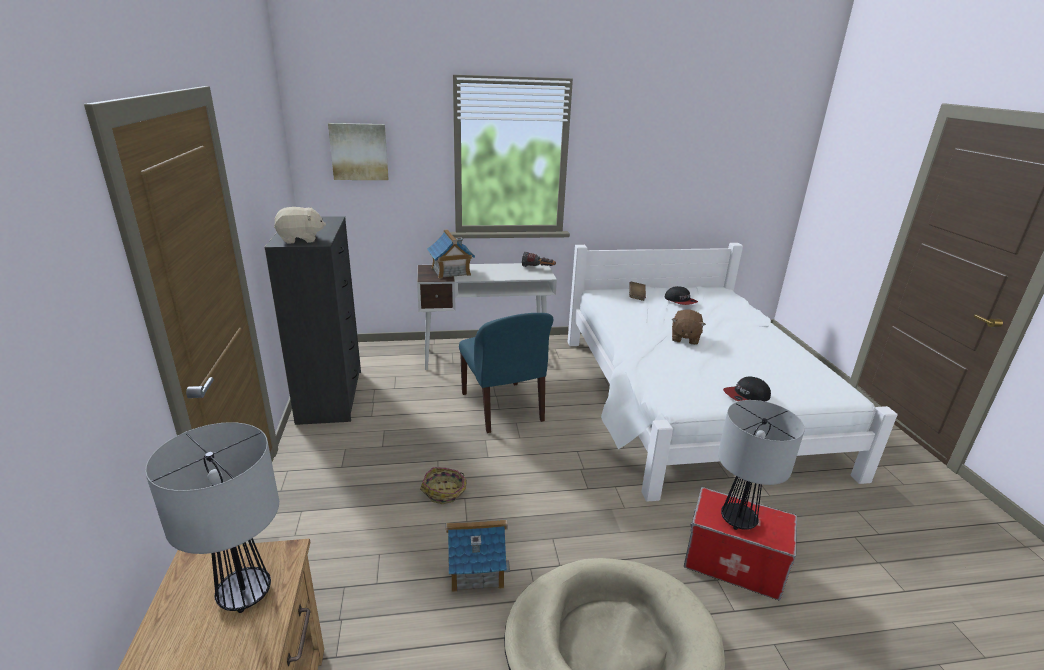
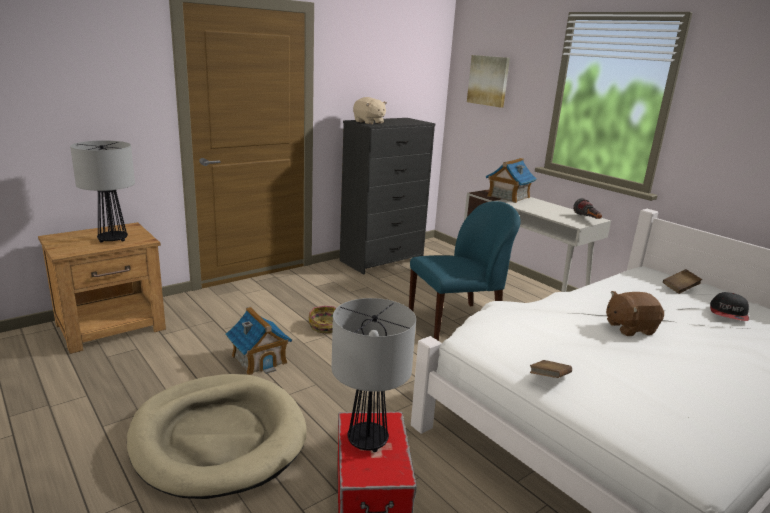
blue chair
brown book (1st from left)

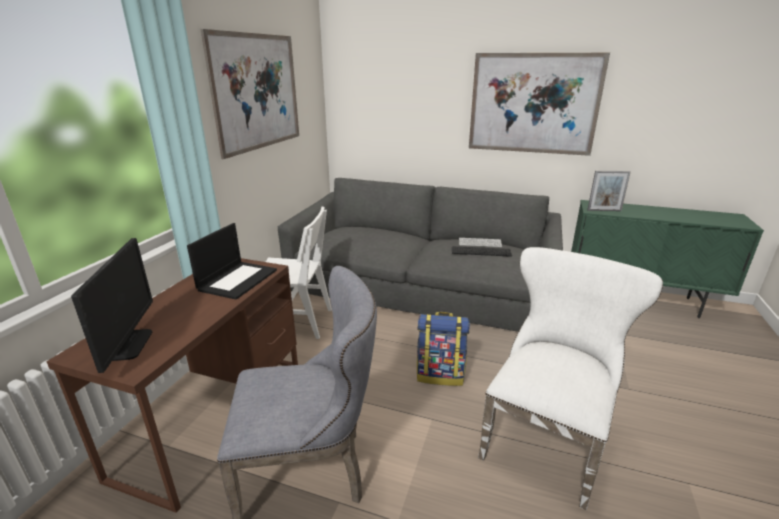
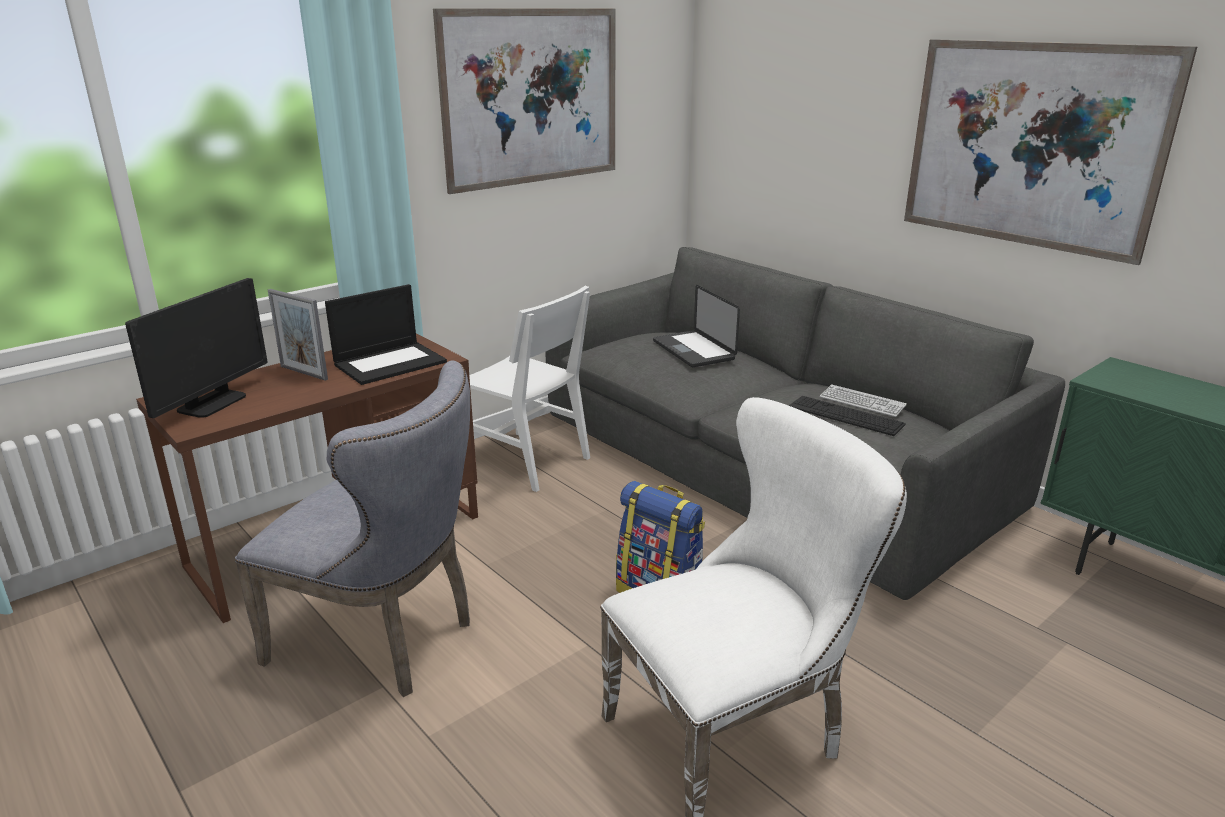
picture frame
laptop (2nd from left)

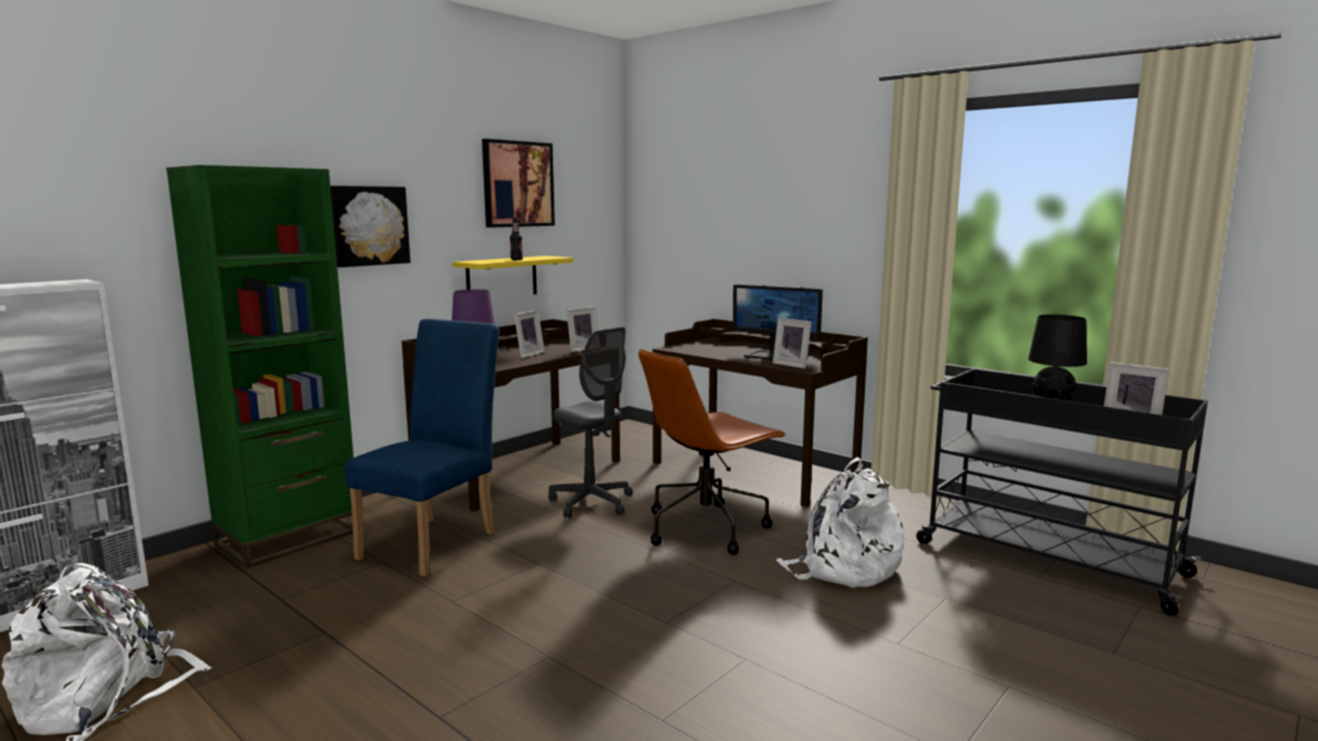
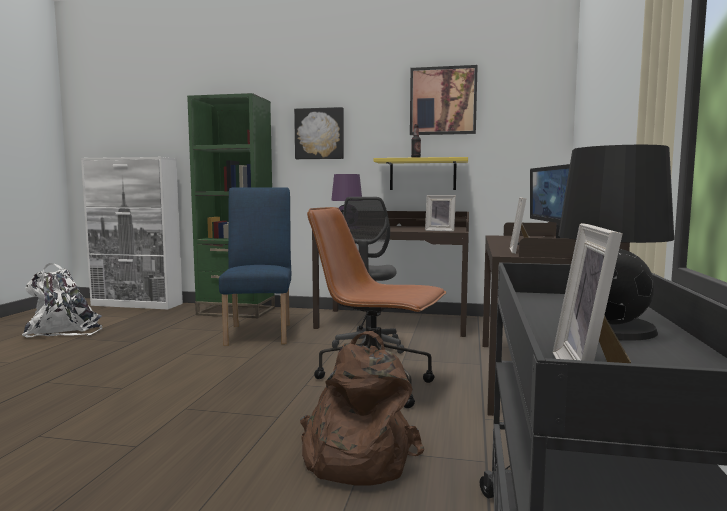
picture frame (1st from left in the first image)
blue chair
brown backpack

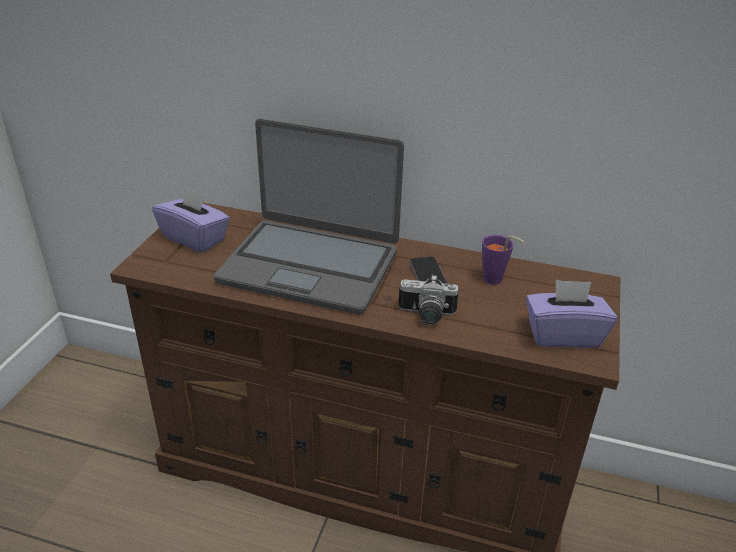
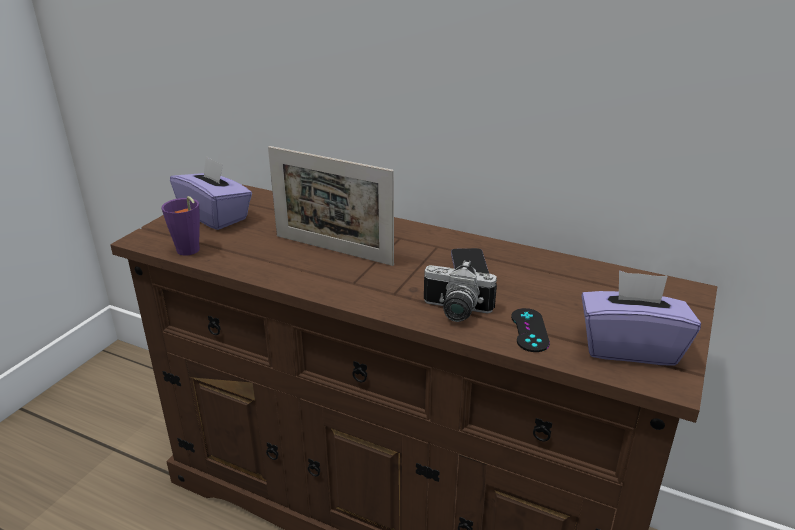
picture frame
purple cup
black game controller

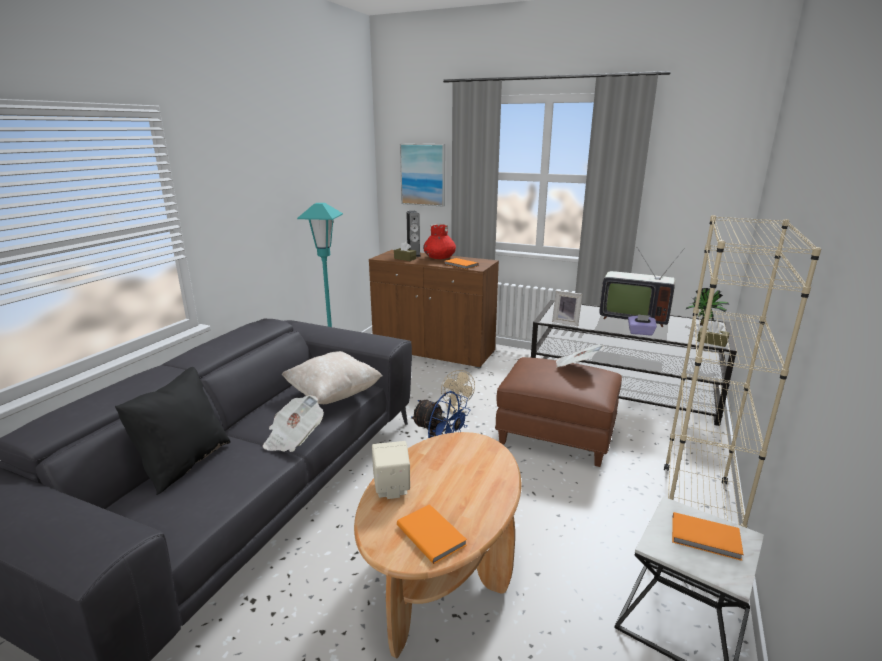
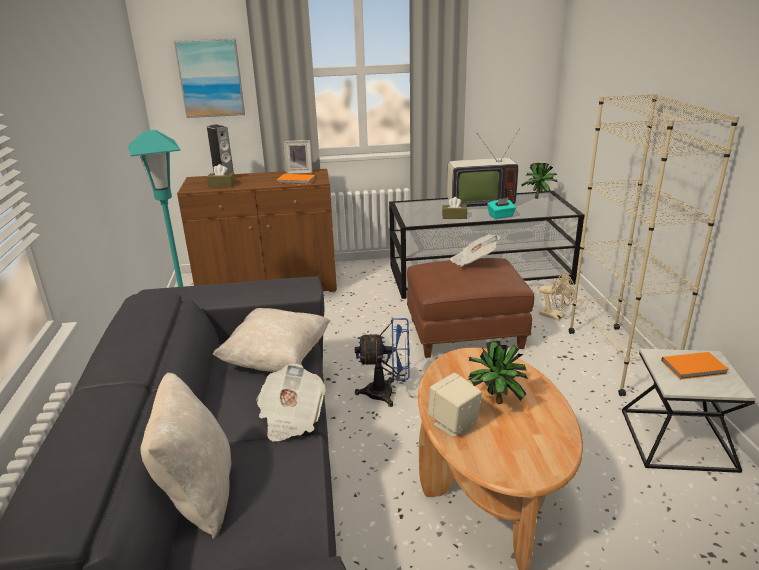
red vase
picture frame
turquoise tissue box
brown tissue box (2nd from left)
beige pillow (1st from left)
beige fan
orange book (1st from left in the first image)
potted plant (1st from left)

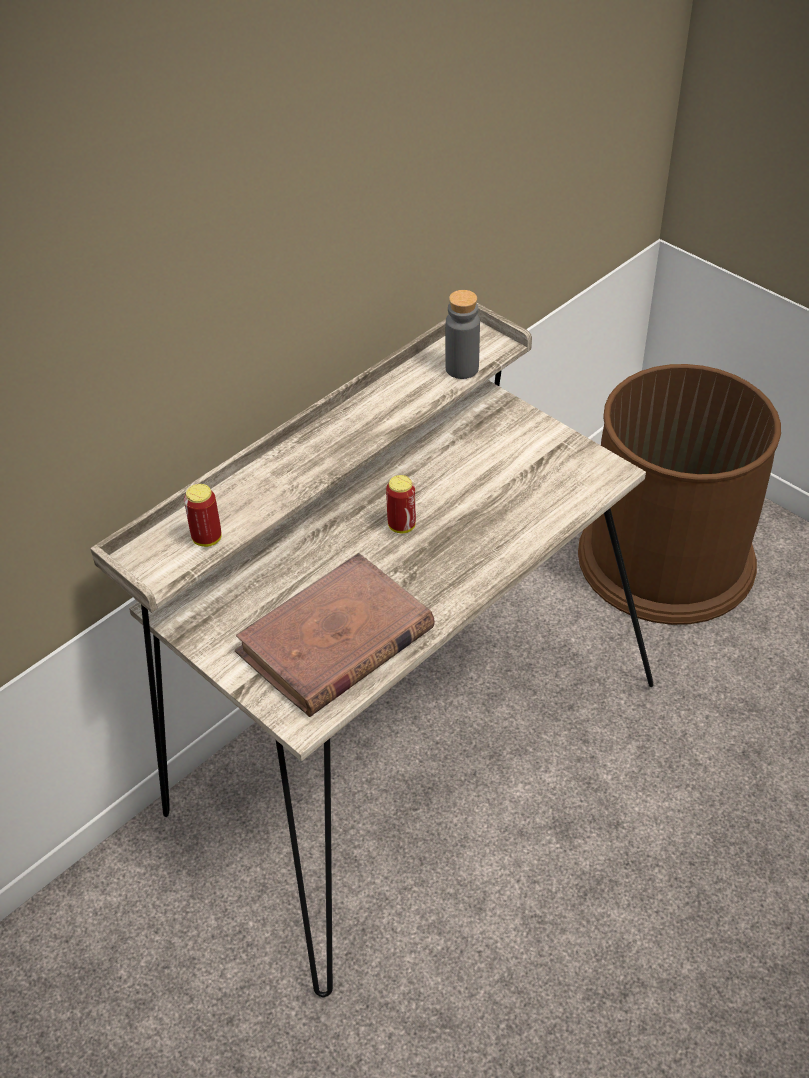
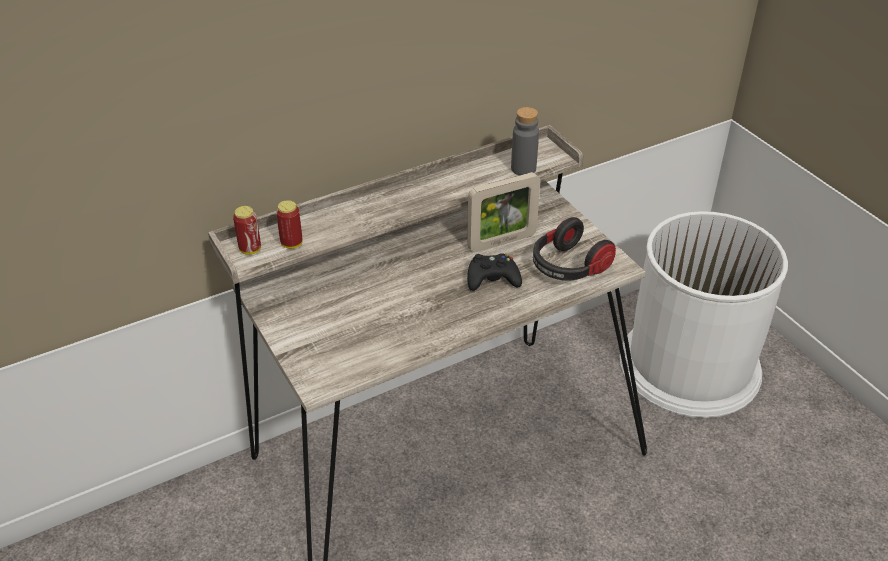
white trash can
can (1st from left)
brown book
picture frame
headphones
black game controller

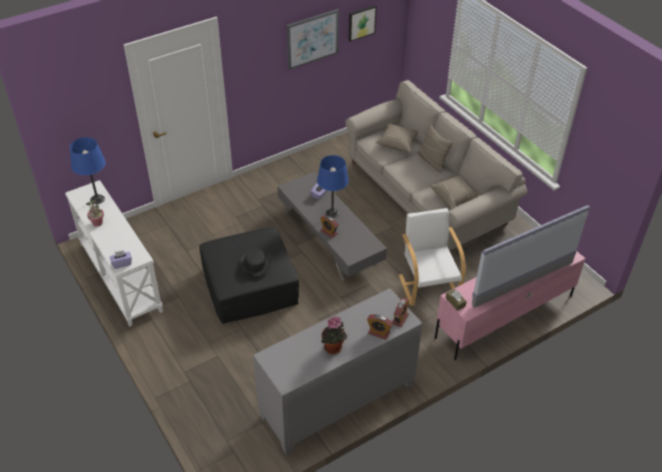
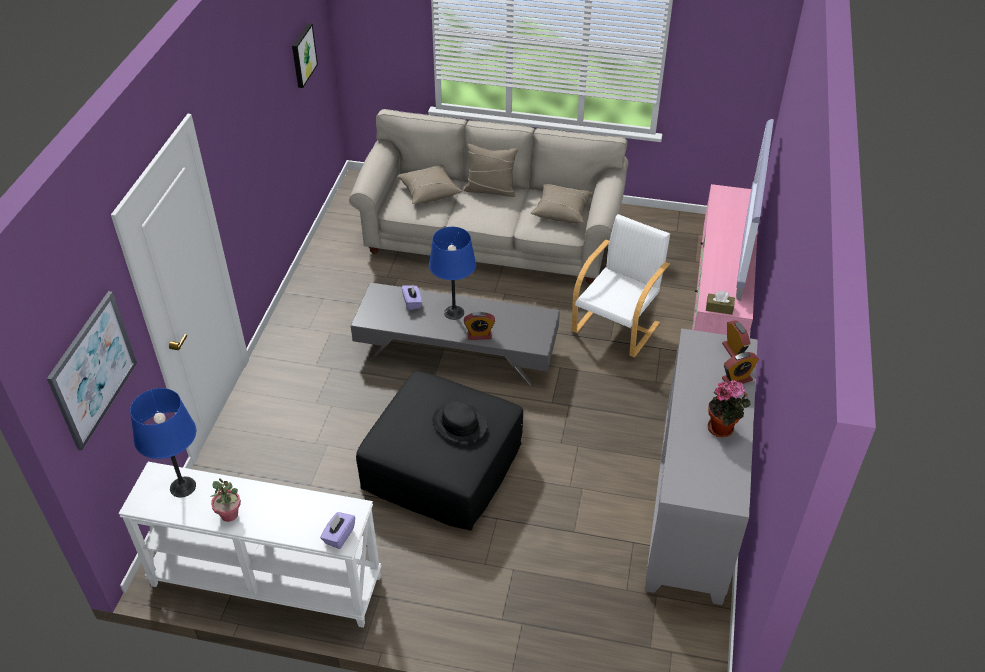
picture (1st from left)
white armchair

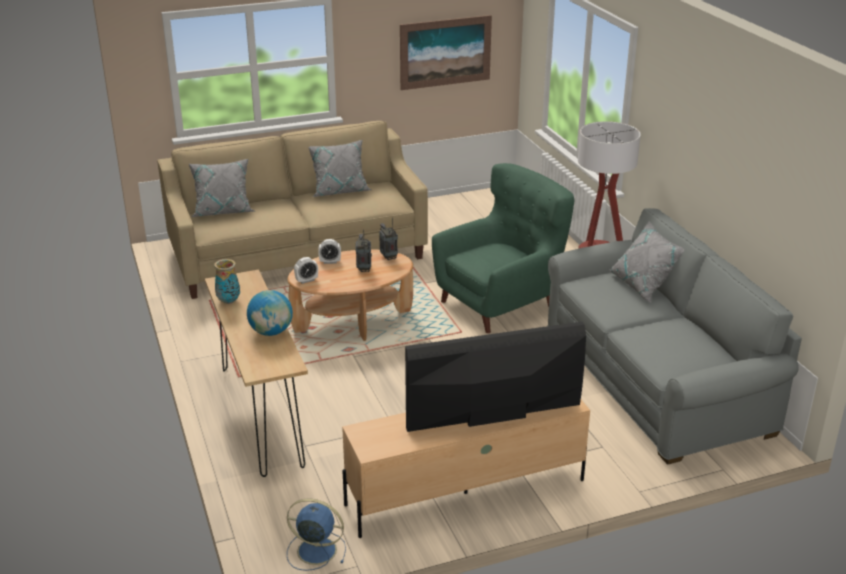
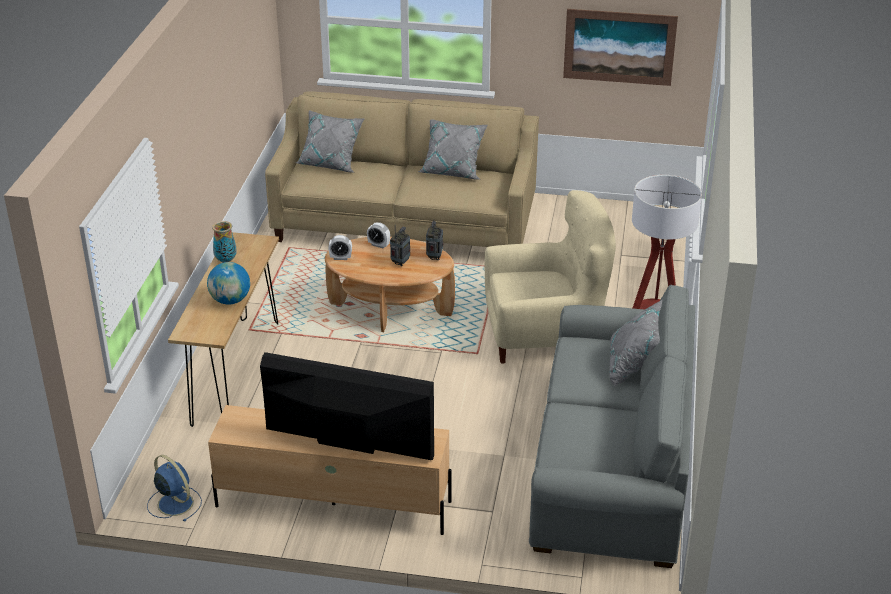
beige armchair

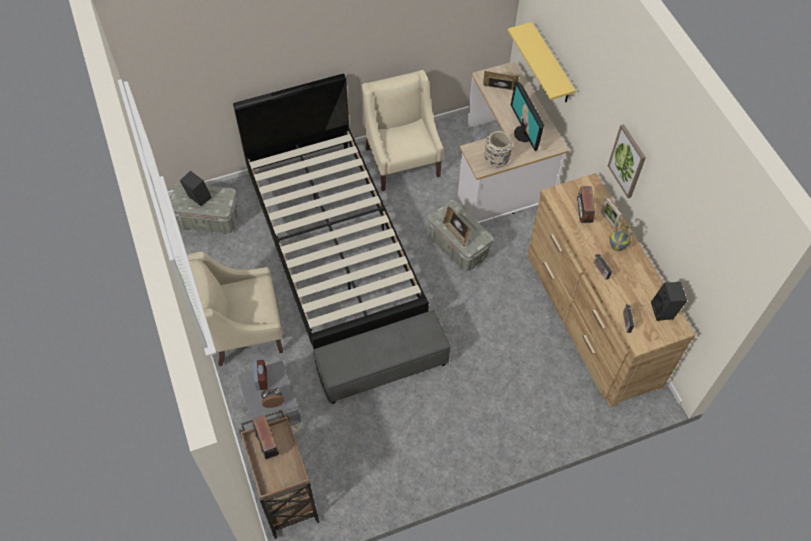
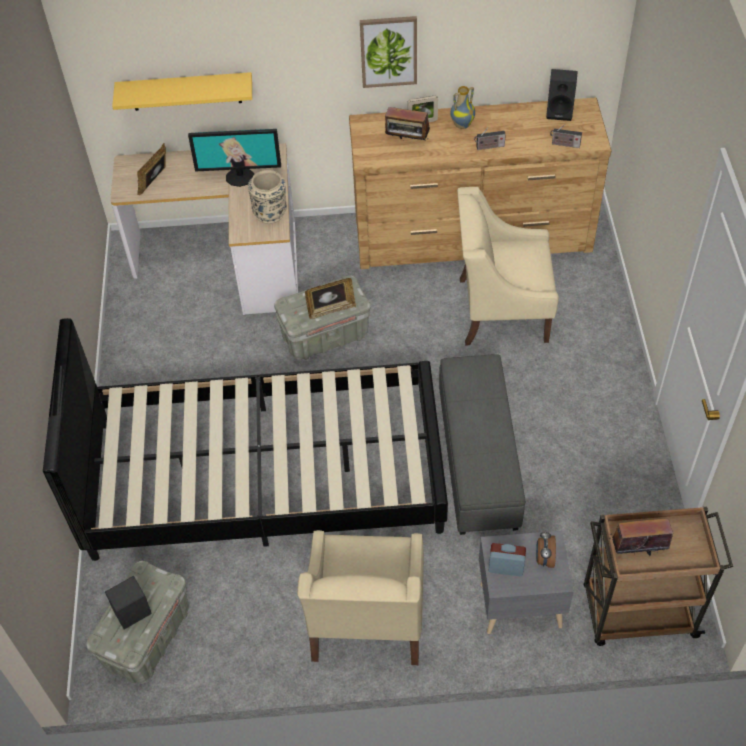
beige armchair (2nd from left)

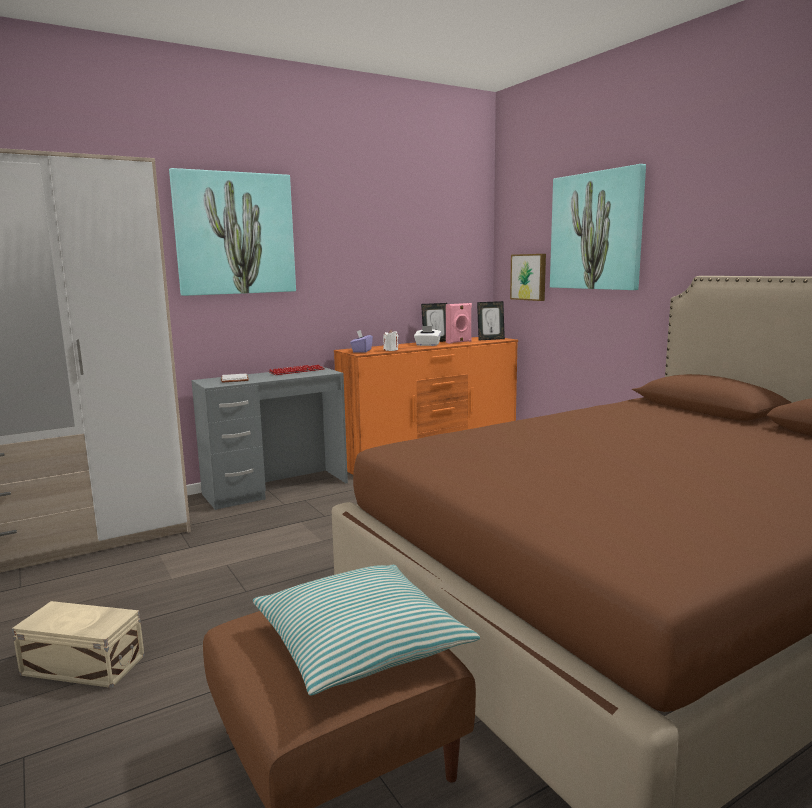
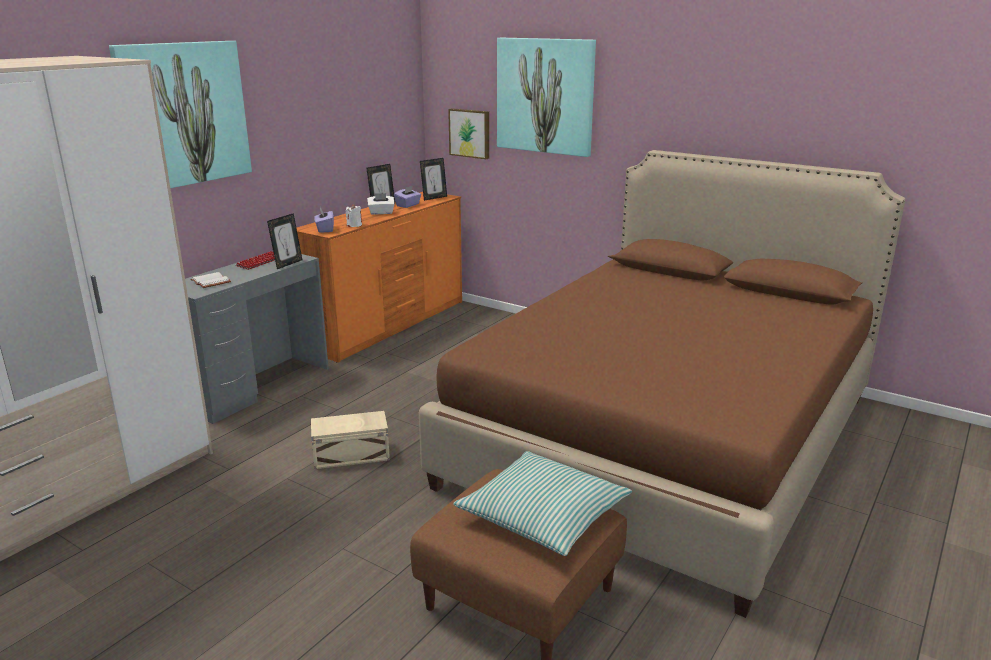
purple tissue box (2nd from left)
beige storage box
picture frame (1st from left)

